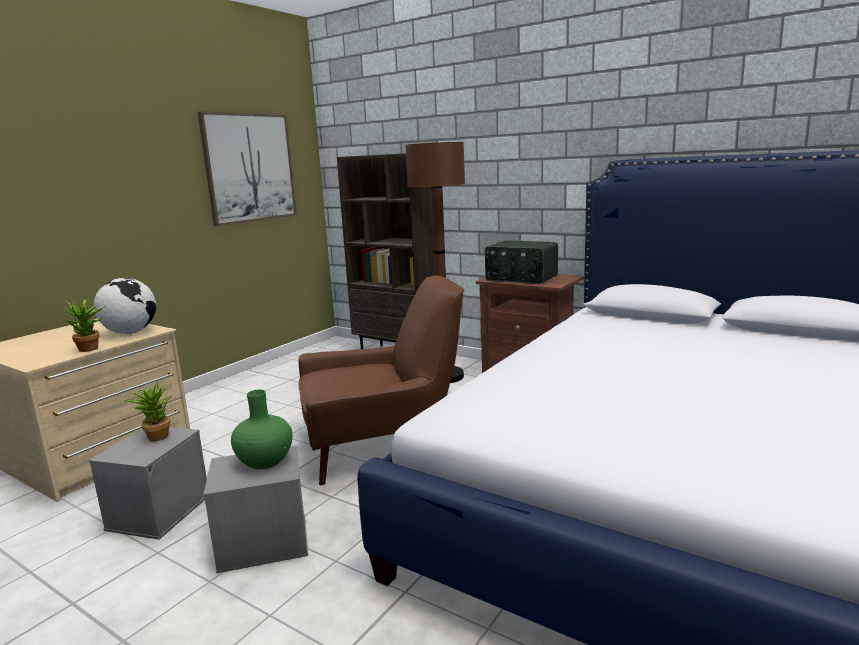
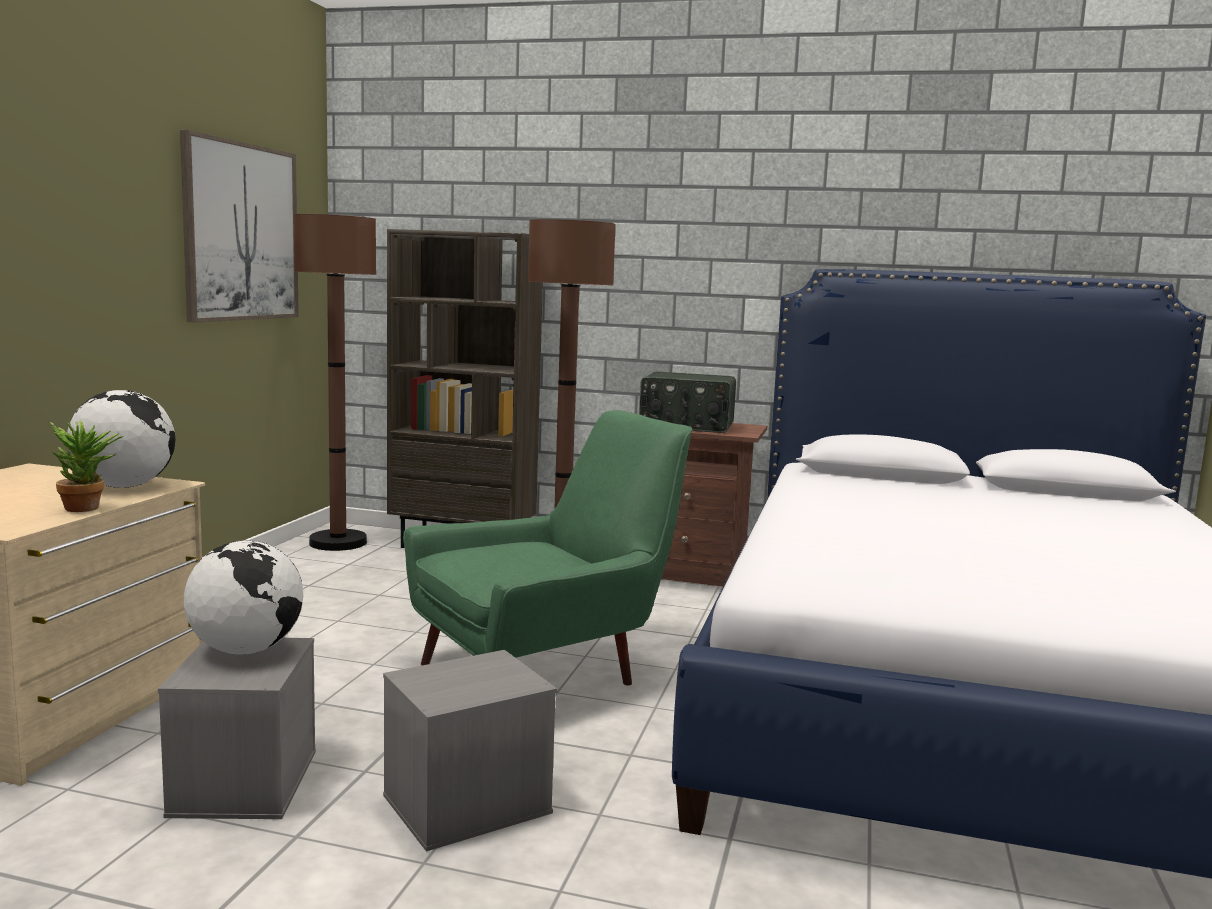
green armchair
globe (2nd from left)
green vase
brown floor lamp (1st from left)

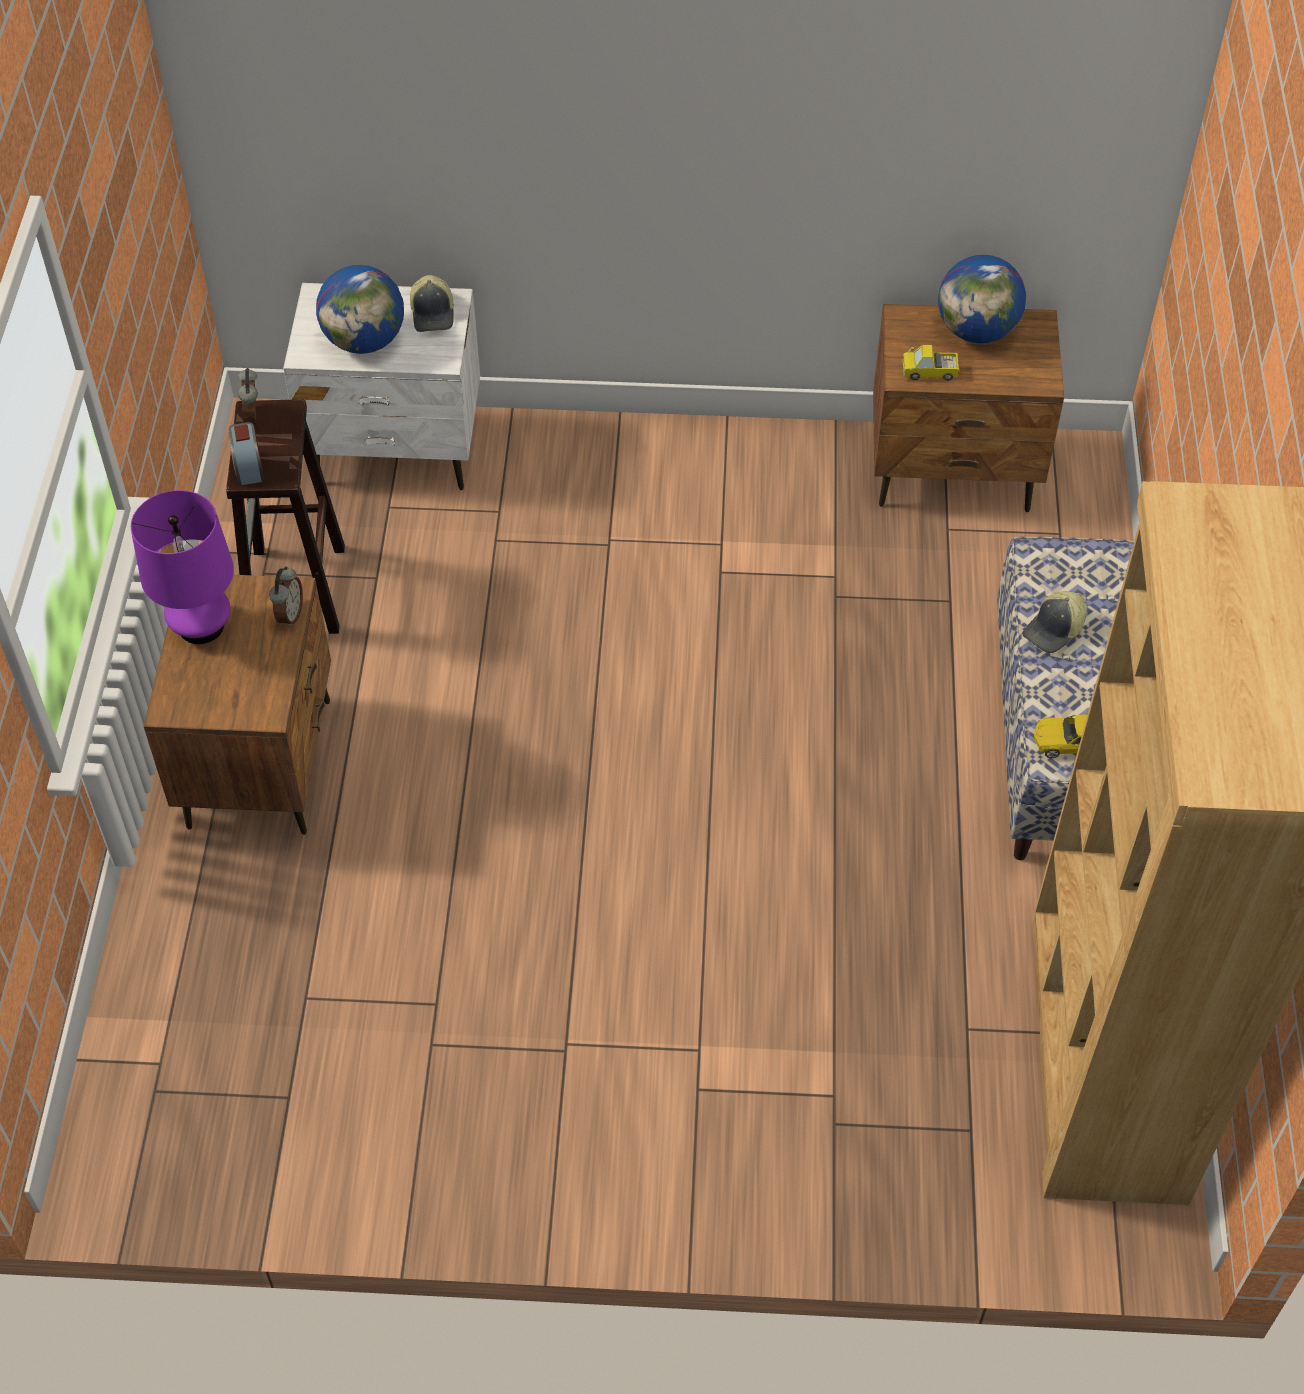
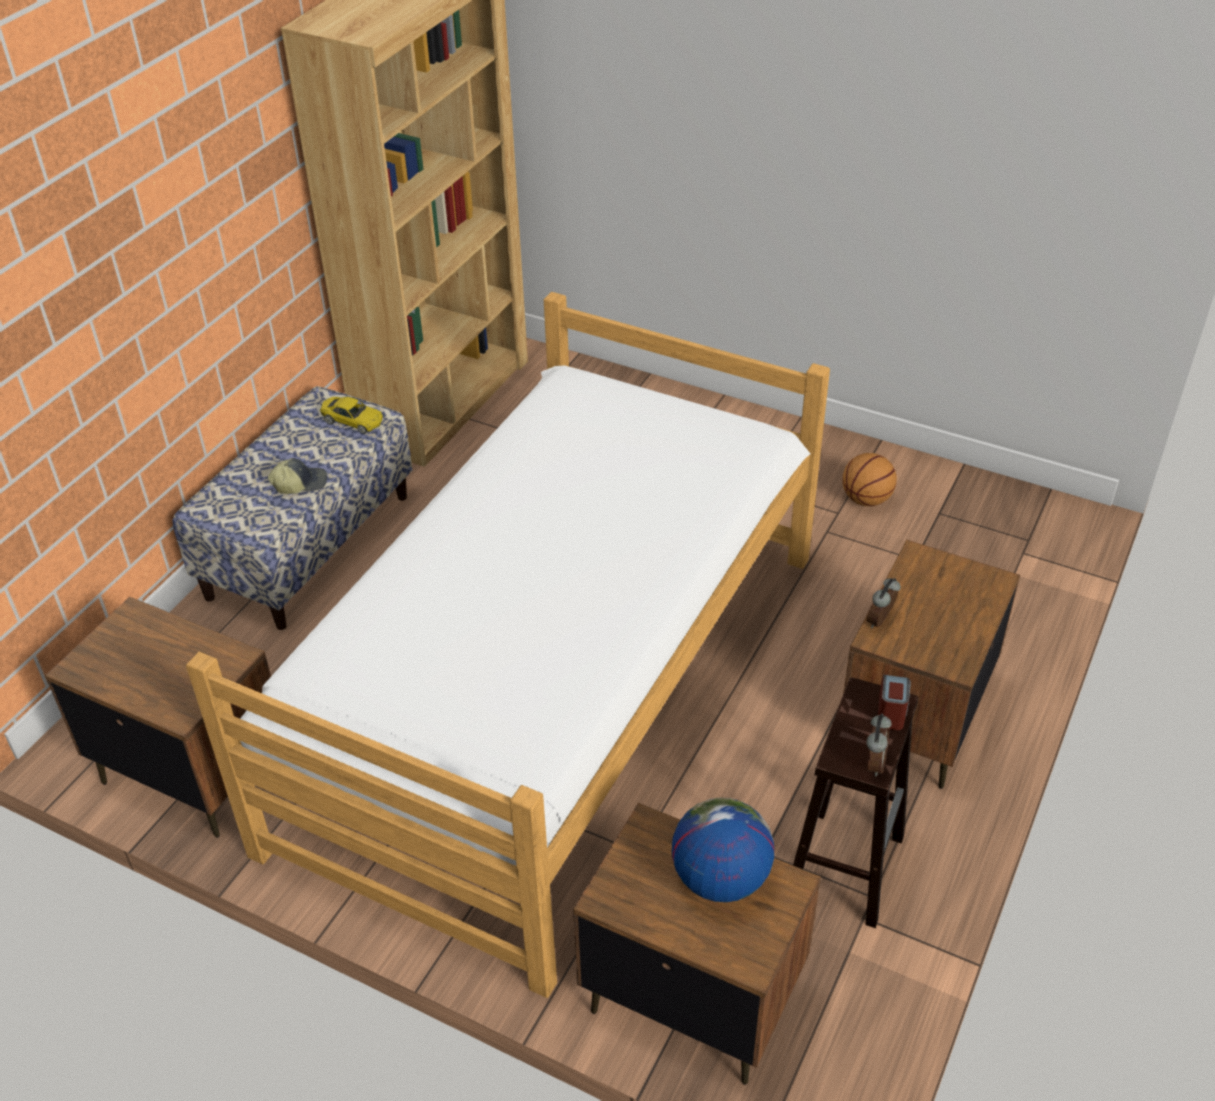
globe (2nd from left in the first image)
cap (1st from left in the first image)
brown nightstand (2nd from left)
toy truck
purple table lamp
bed
basketball

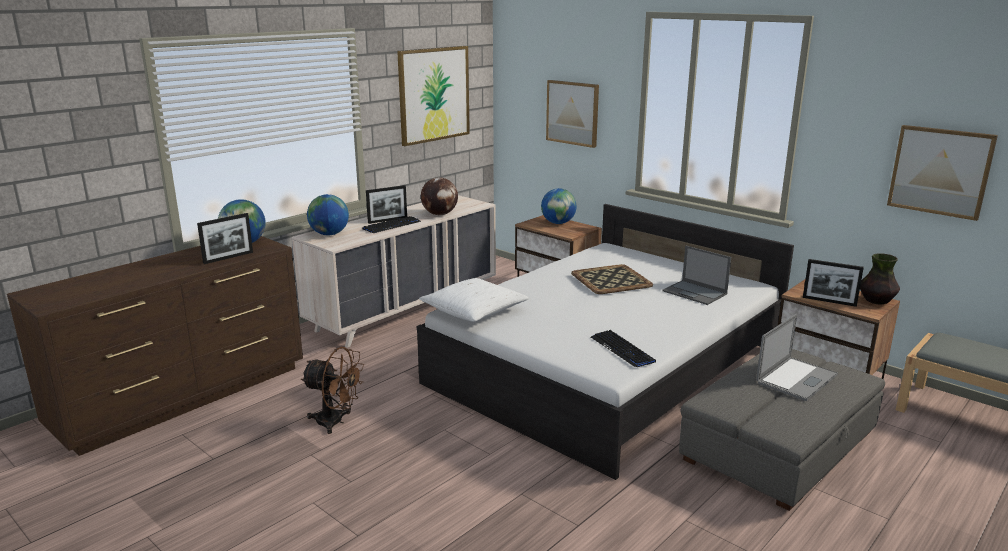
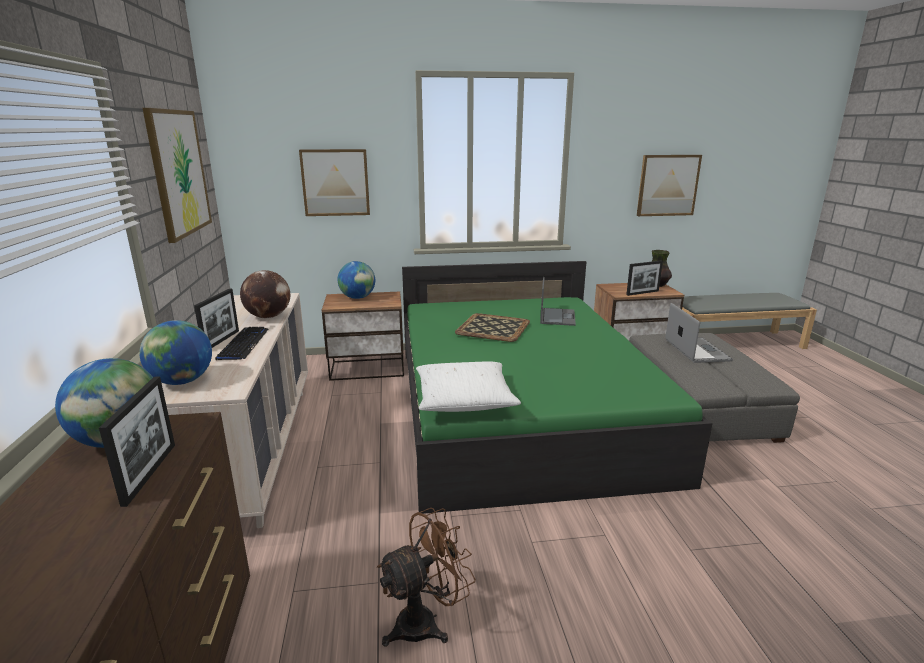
green bed
laptop (1st from left)
keyboard (2nd from left in the first image)

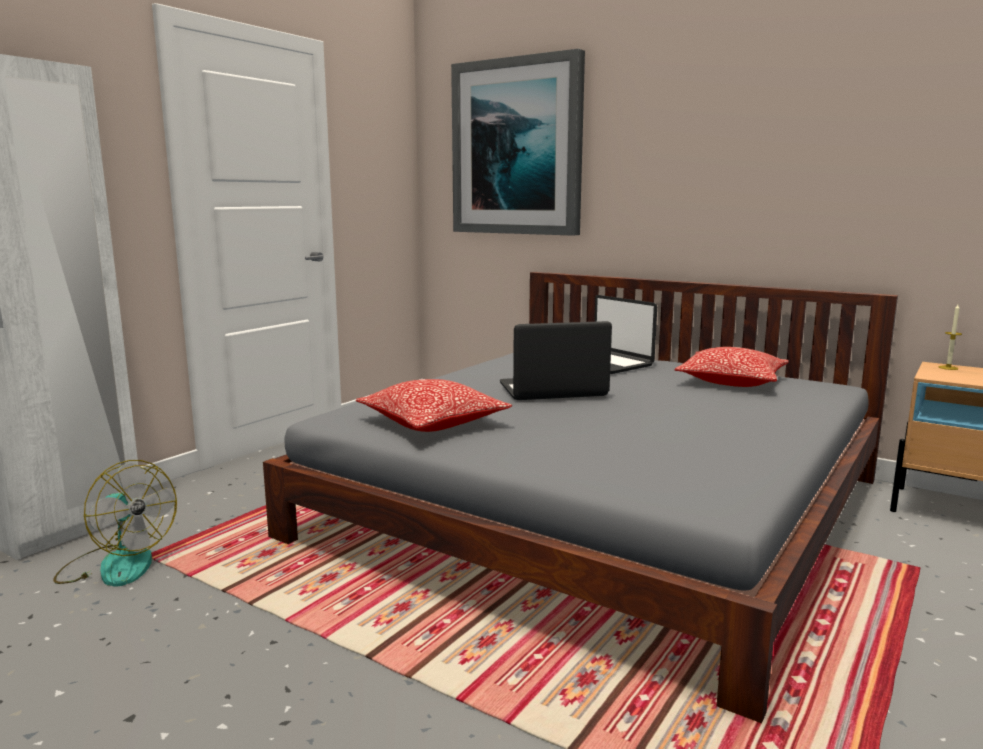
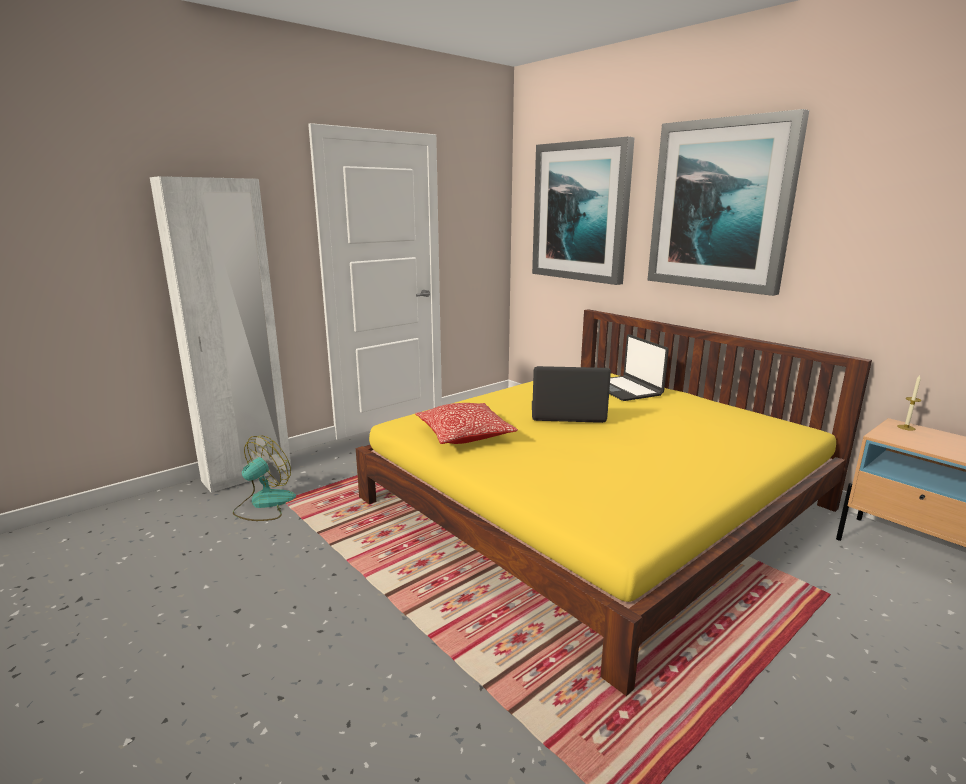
yellow bed
pillow (2nd from left in the first image)
fan
picture (2nd from left)

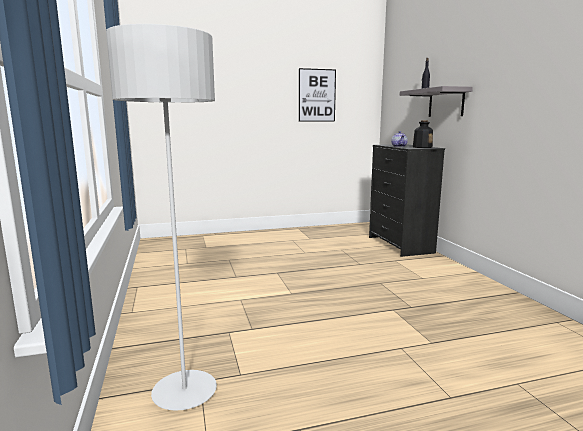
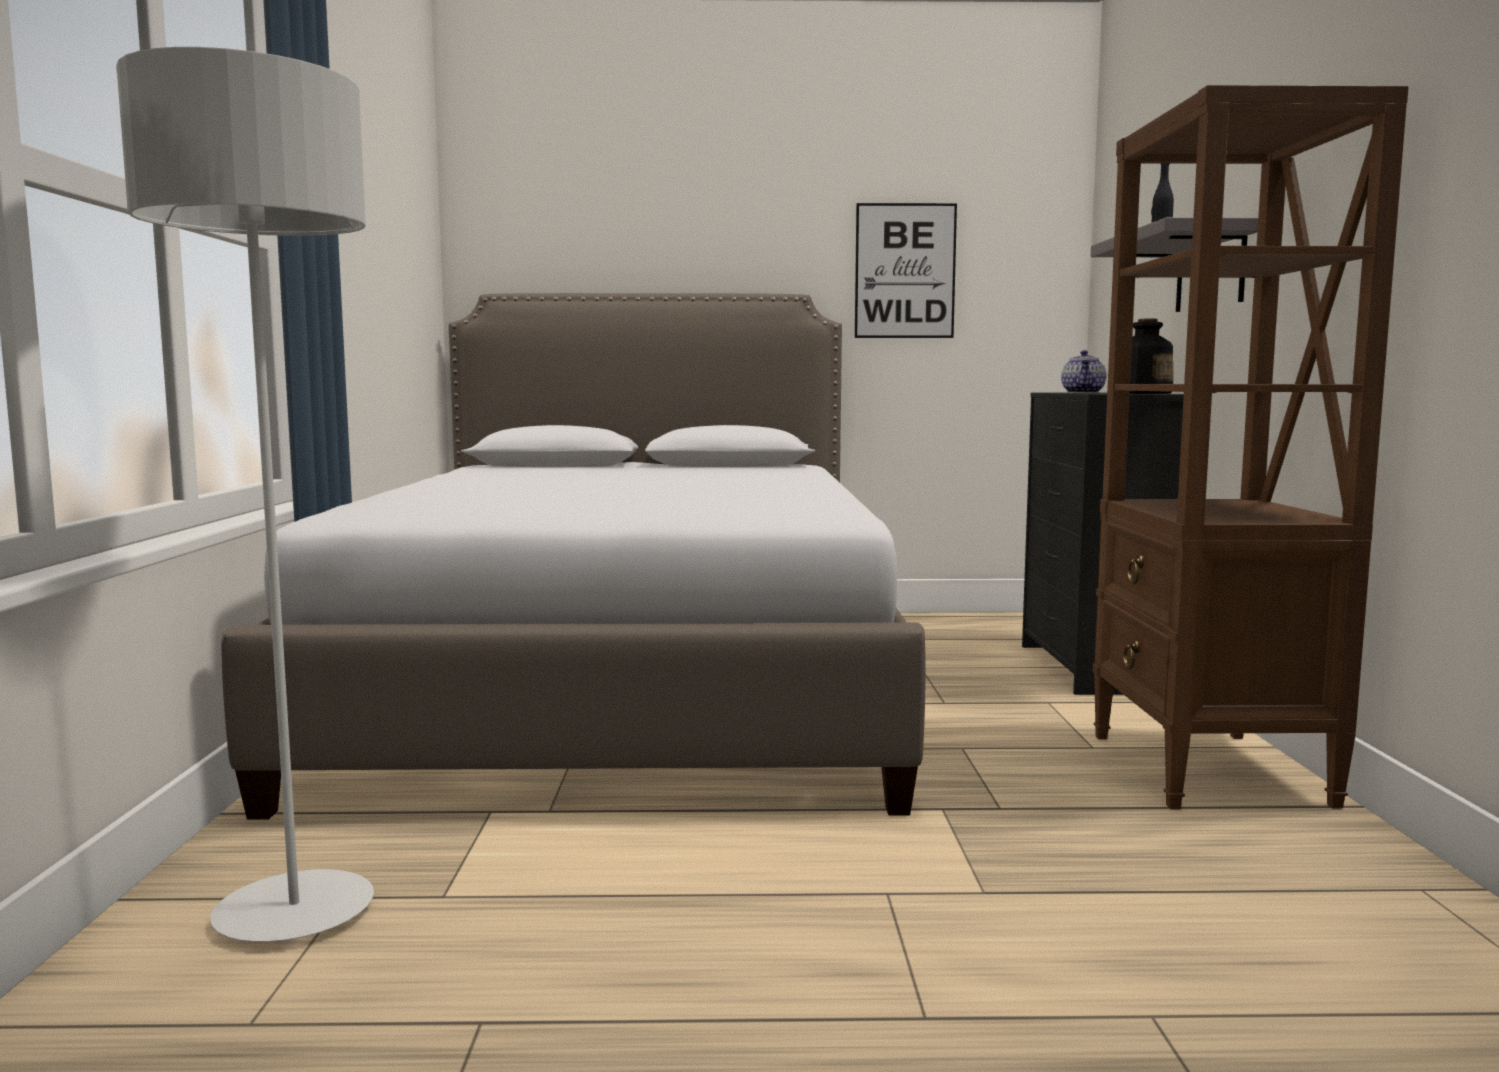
brown bookcase
bed

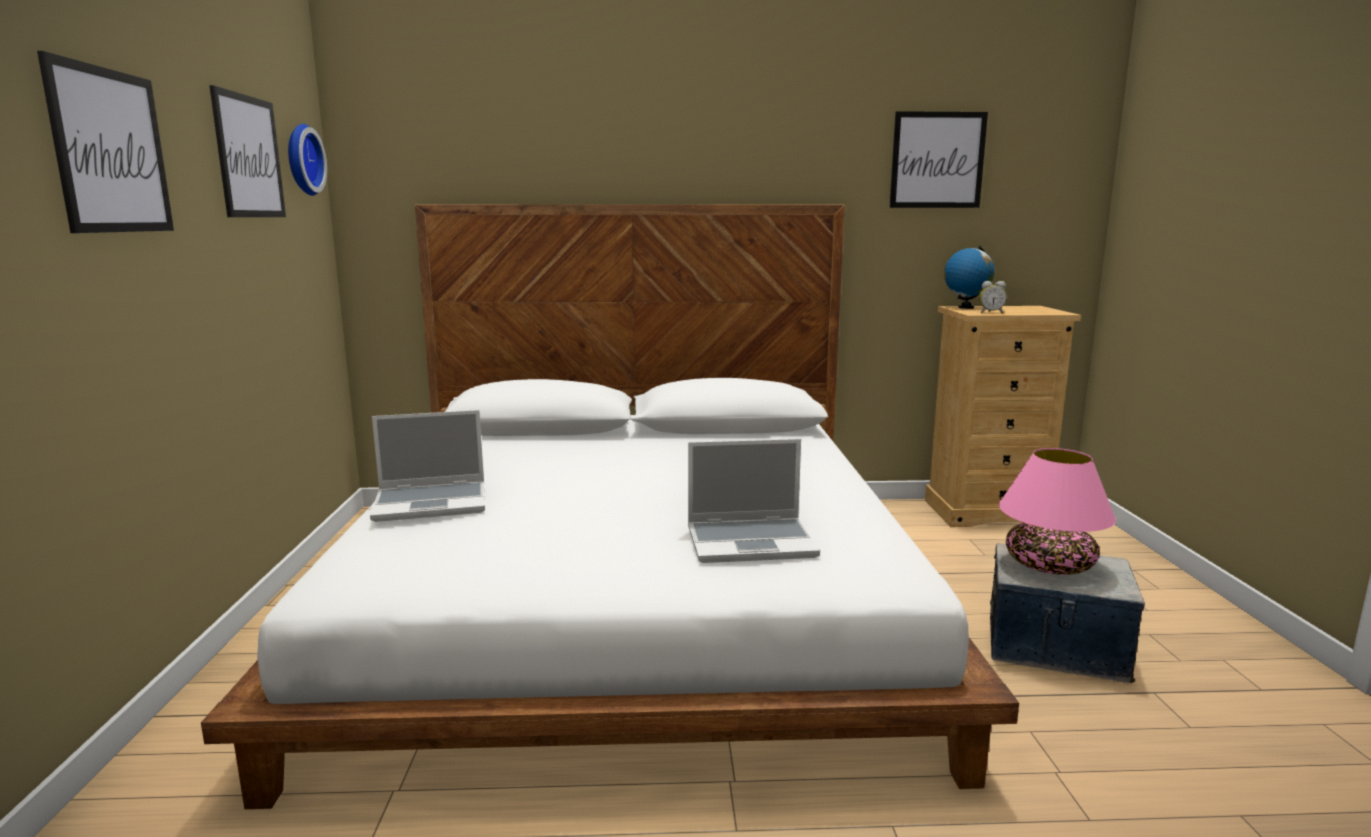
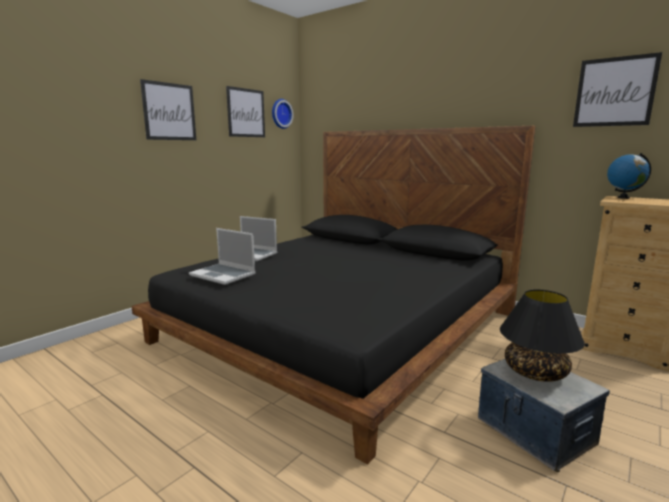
black bed
alarm clock
laptop (1st from left)
black table lamp

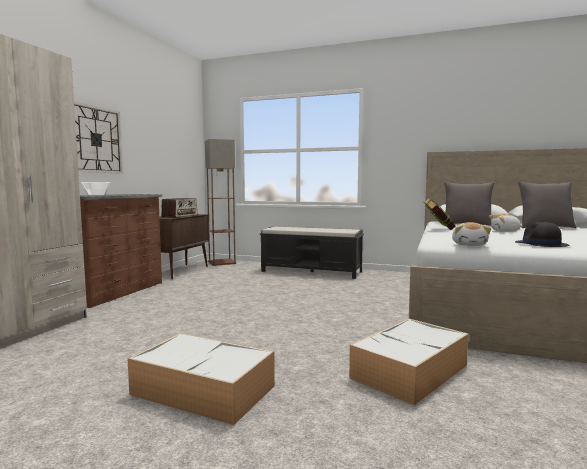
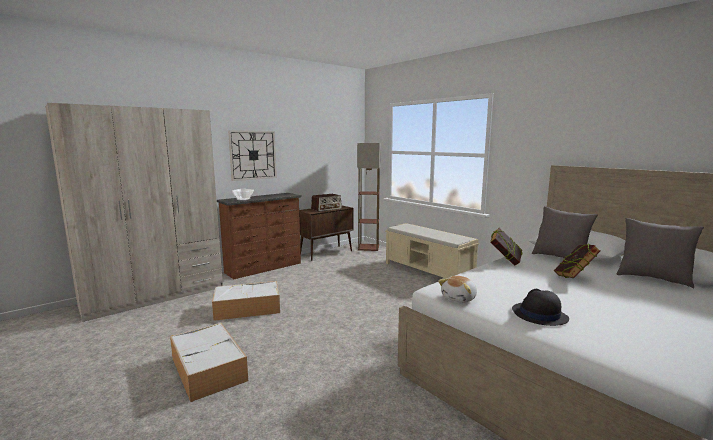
book (2nd from left)
beige bench
storage box (2nd from left)

